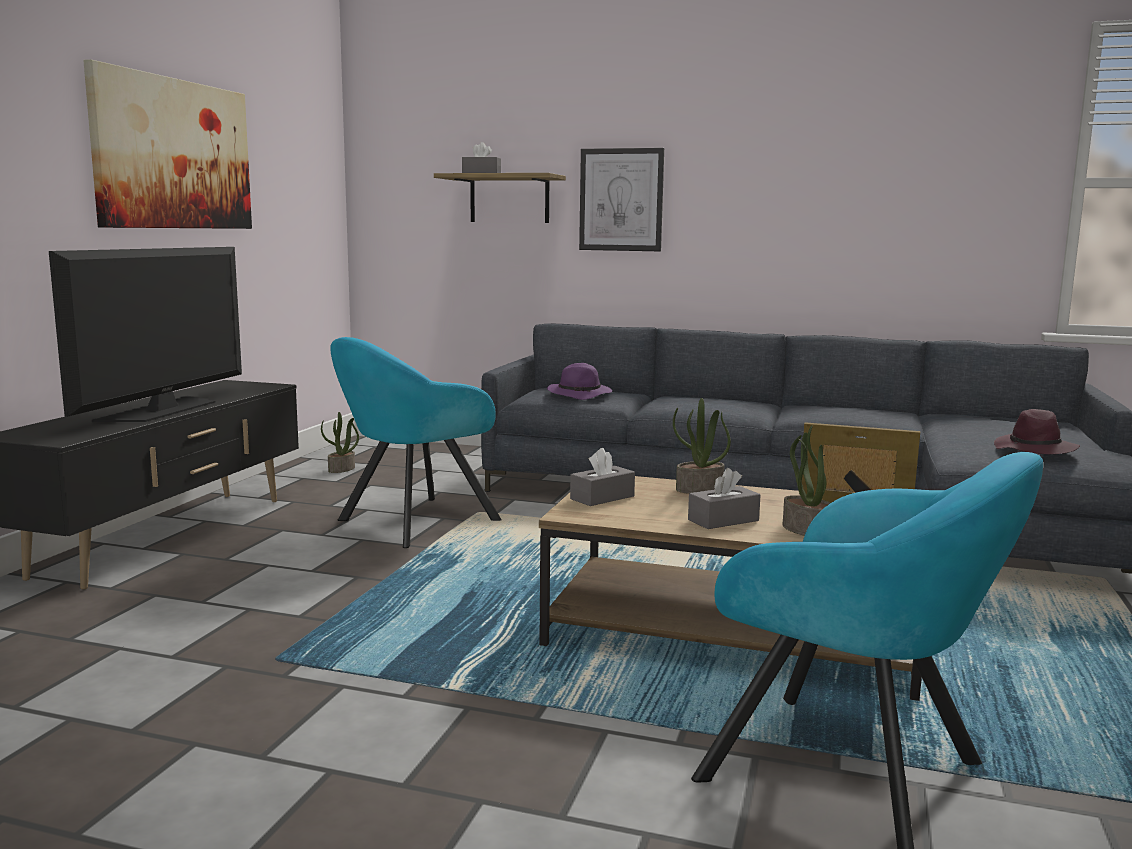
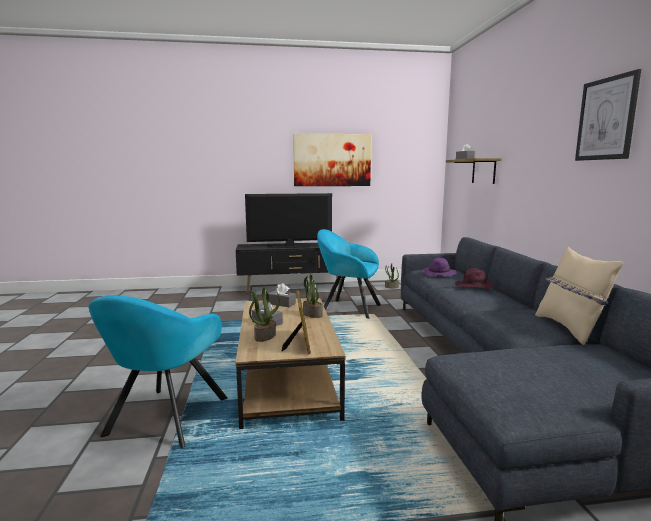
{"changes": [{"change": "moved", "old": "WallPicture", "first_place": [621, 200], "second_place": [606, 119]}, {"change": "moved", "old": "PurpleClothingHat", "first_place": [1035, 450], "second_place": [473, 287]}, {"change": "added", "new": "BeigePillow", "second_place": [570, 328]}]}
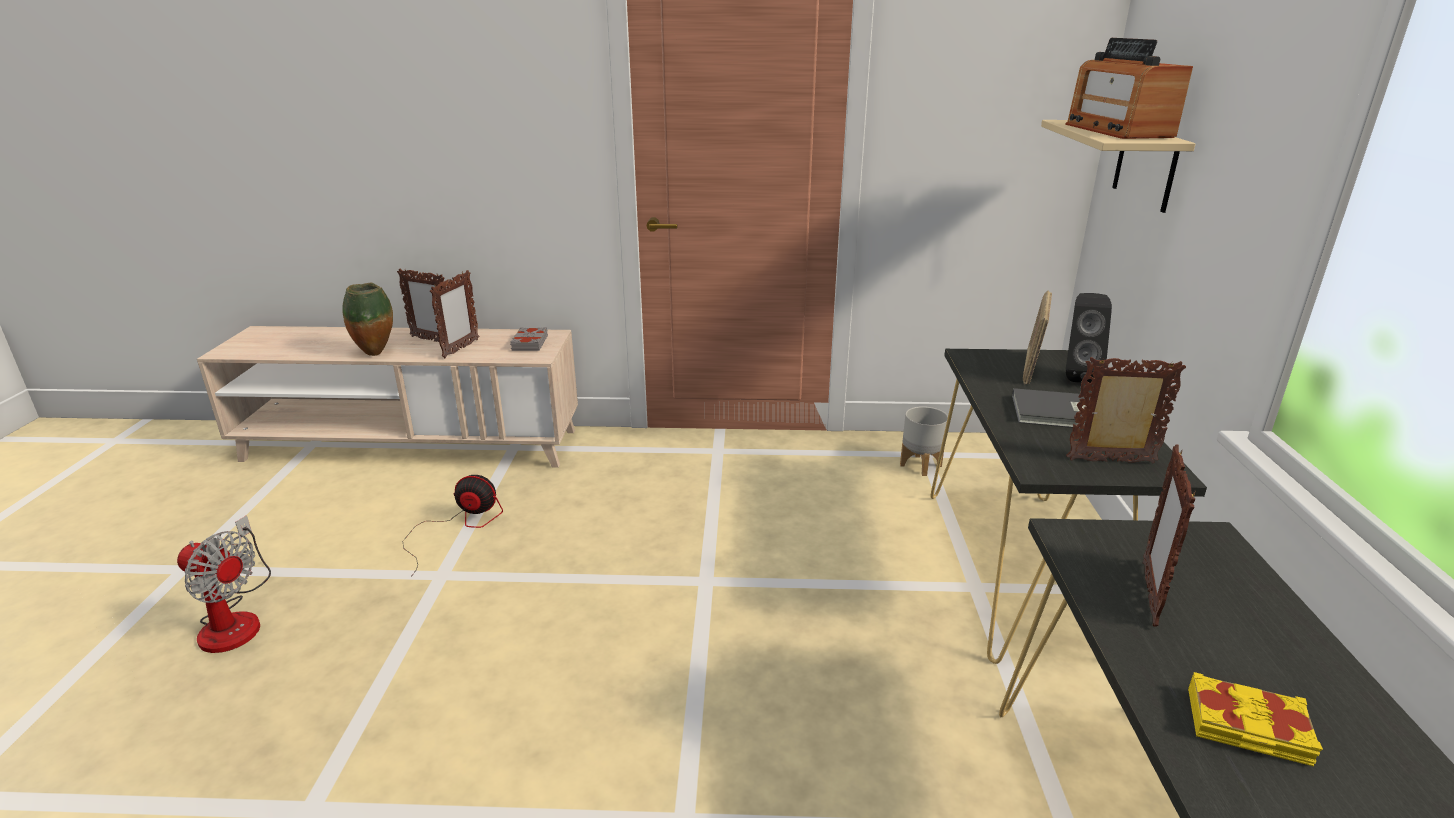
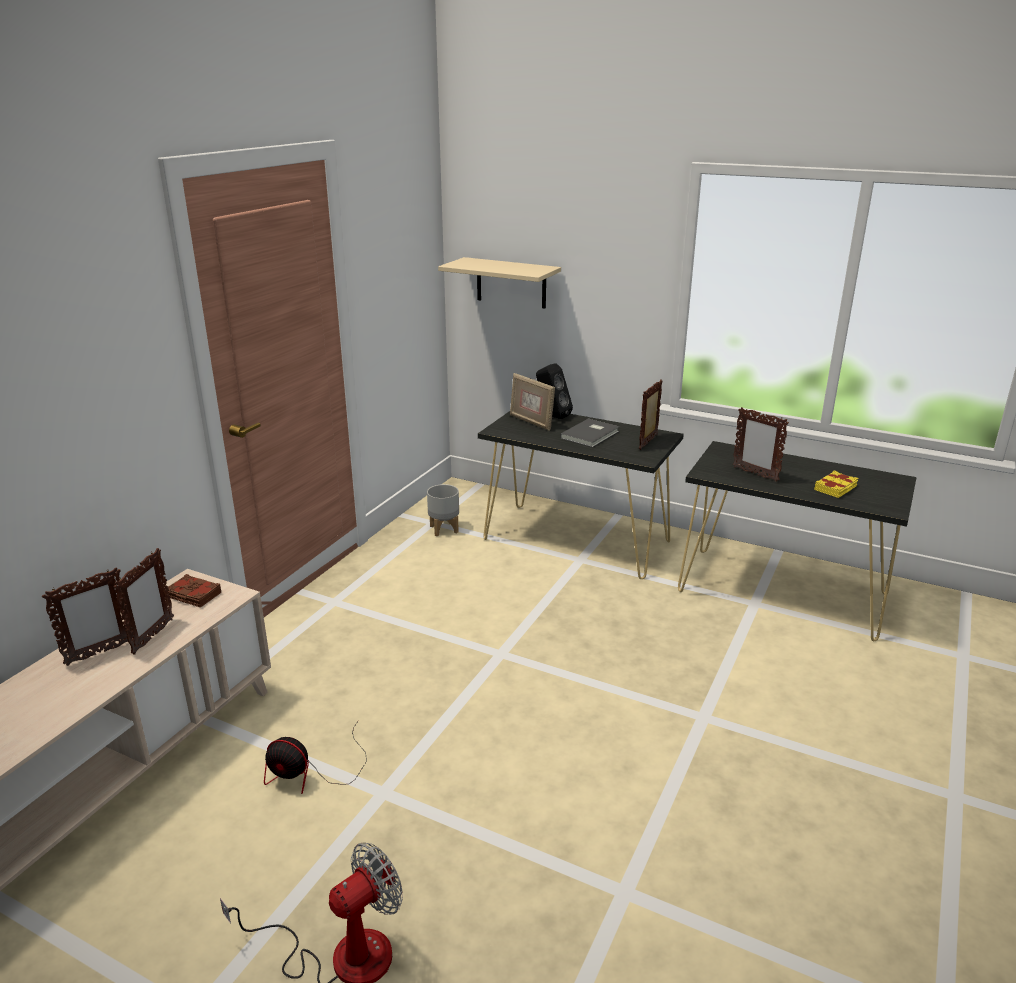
{"changes": [{"change": "removed", "old": "DecorativeVase", "first_place": [377, 354]}, {"change": "turned", "old": "CoolingFan", "first_place": [458, 527], "second_place": [312, 772], "degrees": -105}, {"change": "turned", "old": "PictureFrame", "first_place": [460, 349], "second_place": [152, 637], "degrees": 60}, {"change": "recoloured", "old": "GrayBook", "new": "BrownBook", "first_place": [529, 343], "second_place": [193, 595]}, {"change": "removed", "old": "RadioReceiver", "first_place": [1117, 130]}]}
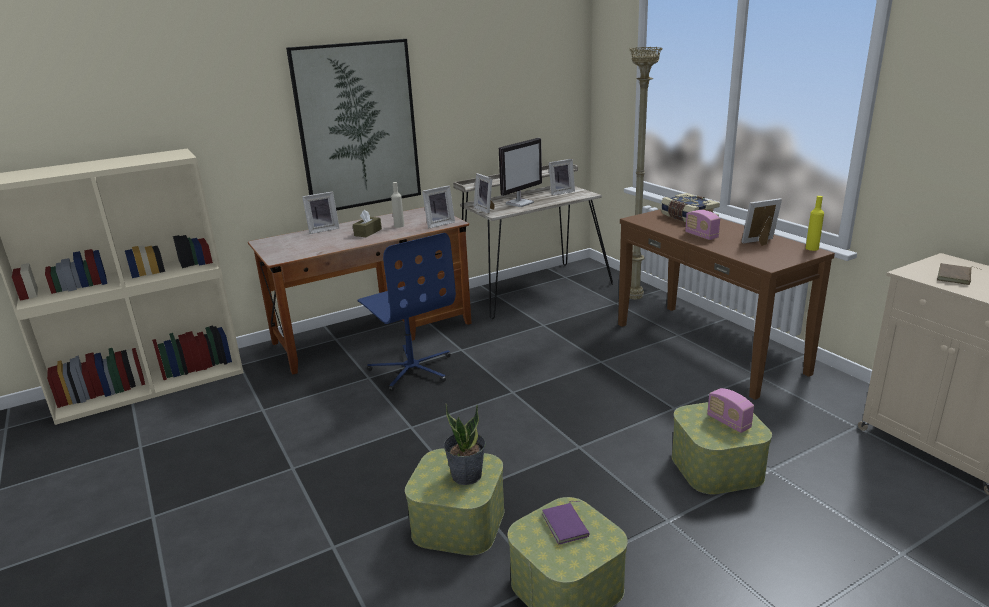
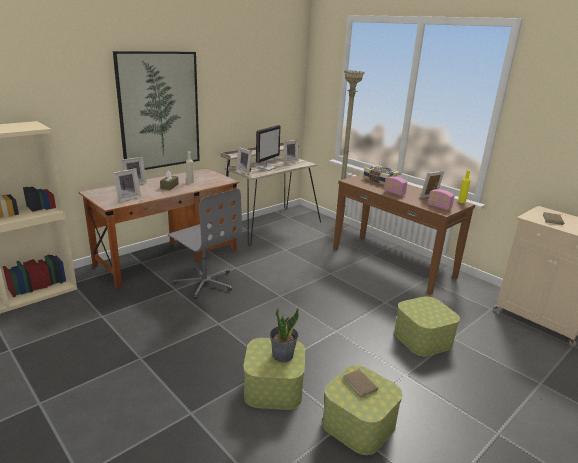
{"changes": [{"change": "recoloured", "old": "BlueOfficeChair", "new": "GrayOfficeChair", "first_place": [412, 369], "second_place": [205, 282]}, {"change": "moved", "old": "PictureFrame", "first_place": [438, 224], "second_place": [127, 198]}, {"change": "recoloured", "old": "PurpleBook", "new": "BrownBook", "first_place": [567, 525], "second_place": [361, 384]}, {"change": "moved", "old": "RadioReceiver", "first_place": [728, 422], "second_place": [439, 207]}]}
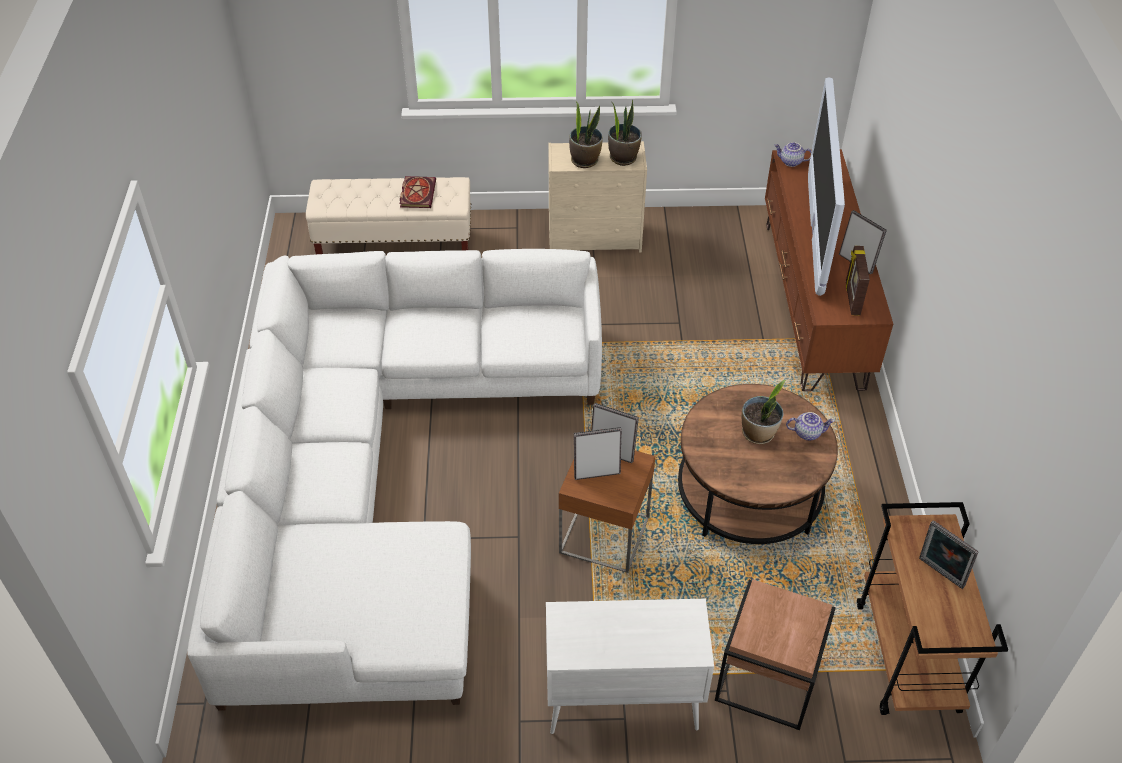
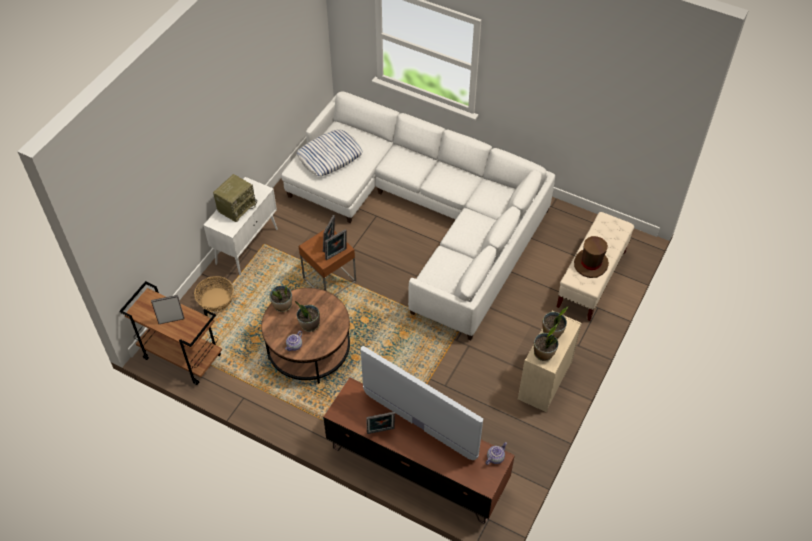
{"changes": [{"change": "replaced", "old": "Book", "new": "BrownClothingHat", "first_place": [417, 193], "second_place": [591, 264]}, {"change": "replaced", "old": "BrownAccentTable", "new": "Basket", "first_place": [767, 677], "second_place": [216, 300]}, {"change": "removed", "old": "PictureFrame", "first_place": [851, 299]}, {"change": "added", "new": "RadioReceiver", "second_place": [237, 207]}, {"change": "added", "new": "PlantInAPot", "second_place": [282, 306]}, {"change": "added", "new": "Pillow", "second_place": [330, 156]}]}
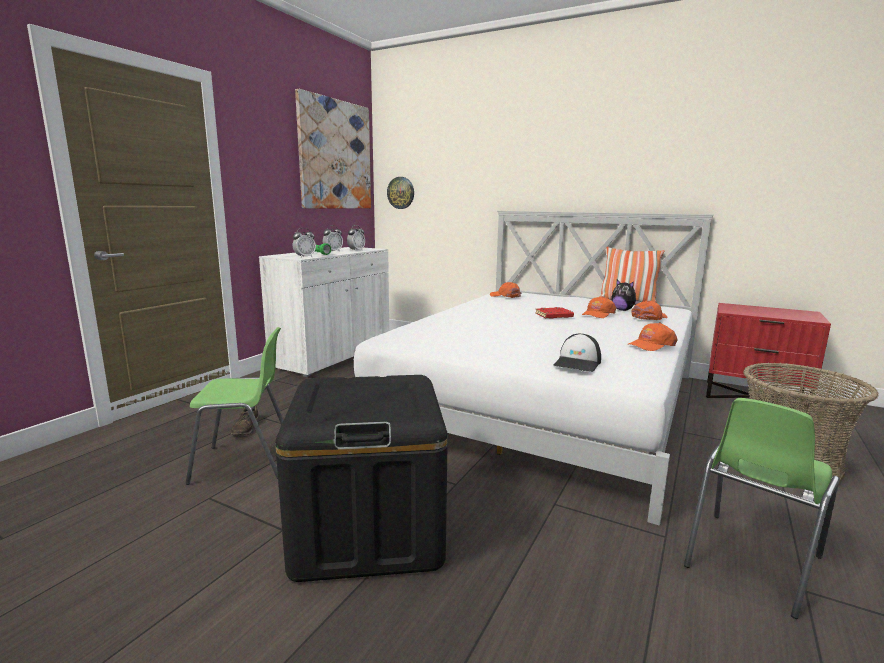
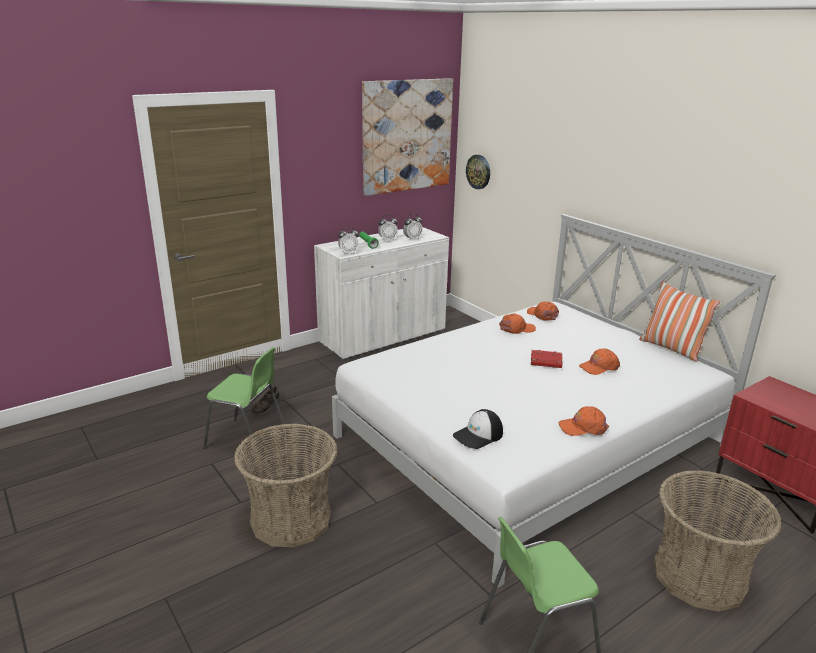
{"changes": [{"change": "replaced", "old": "BlackStorageBin", "new": "Basket", "first_place": [368, 528], "second_place": [291, 519]}, {"change": "removed", "old": "SoftToy", "first_place": [623, 310]}, {"change": "moved", "old": "OrangeyPeakedCap", "first_place": [649, 317], "second_place": [517, 329]}]}
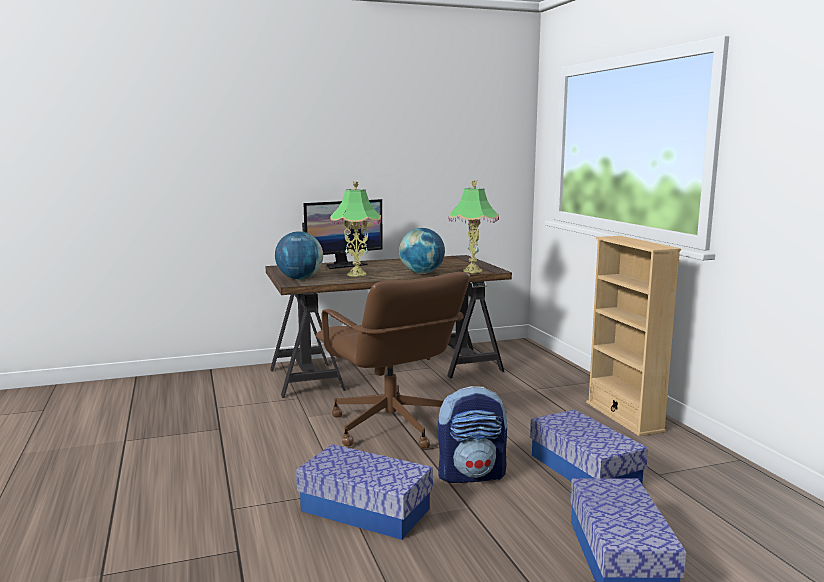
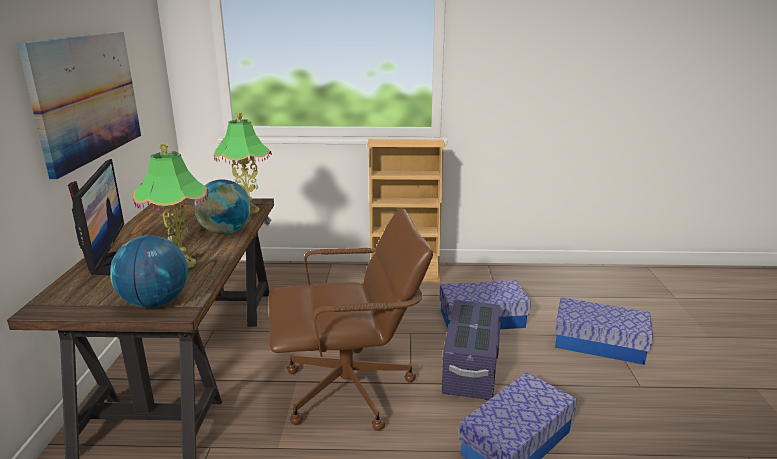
{"changes": [{"change": "replaced", "old": "Backpack", "new": "PurpleStorageBin", "first_place": [472, 475], "second_place": [471, 369]}, {"change": "added", "new": "WallPicture", "second_place": [86, 97]}]}
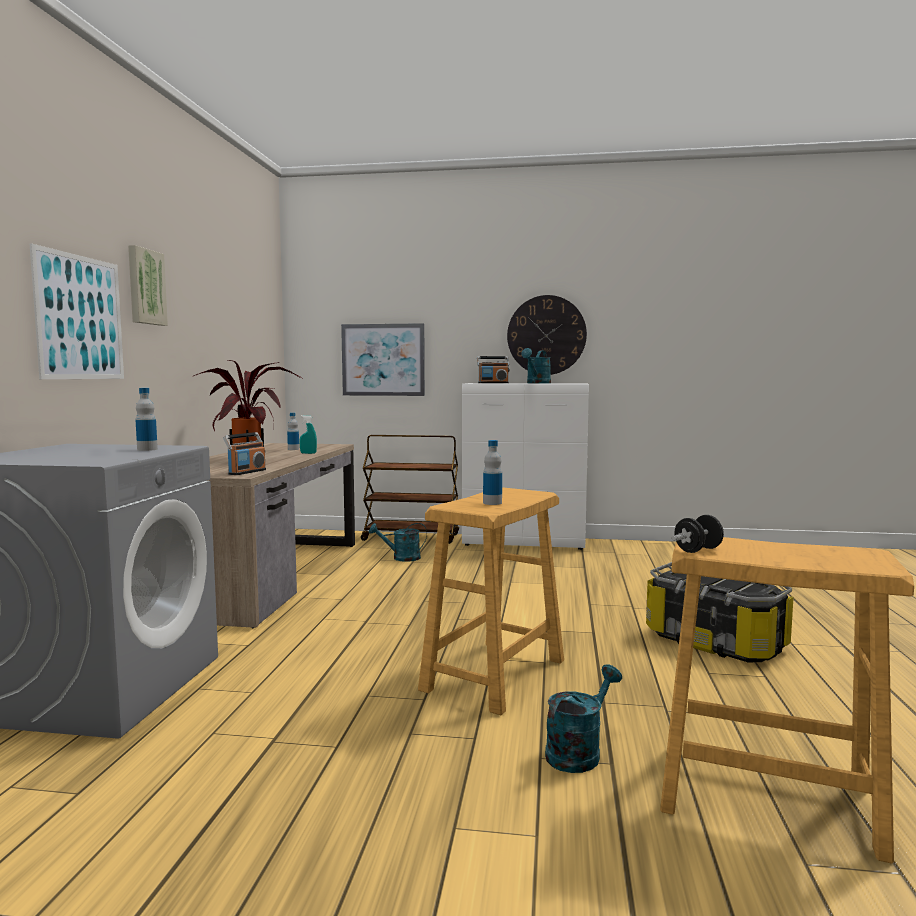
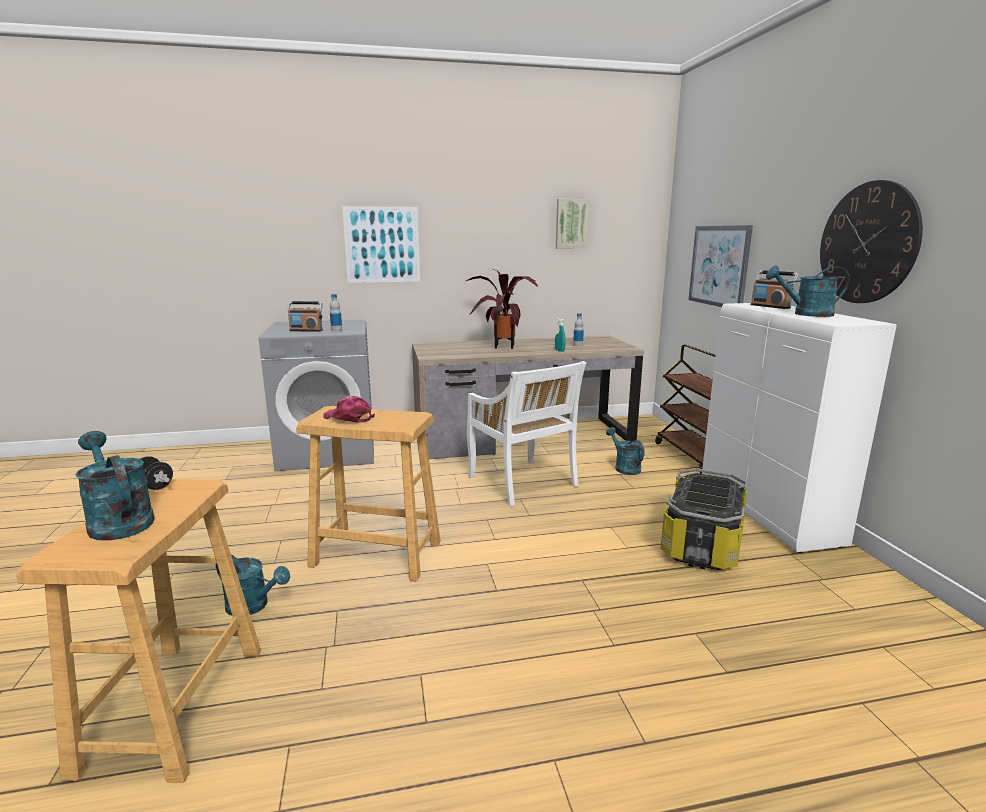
{"changes": [{"change": "moved", "old": "WallPicture", "first_place": [145, 287], "second_place": [571, 224]}, {"change": "moved", "old": "RadioReceiver", "first_place": [247, 472], "second_place": [306, 330]}, {"change": "replaced", "old": "DrinkBottle", "new": "PinkishPeakedCap", "first_place": [492, 503], "second_place": [348, 418]}, {"change": "moved", "old": "StorageBin", "first_place": [715, 641], "second_place": [702, 543]}, {"change": "added", "new": "TurquoiseColouredWateringCan", "second_place": [118, 521]}, {"change": "added", "new": "WhiteChair", "second_place": [523, 482]}]}
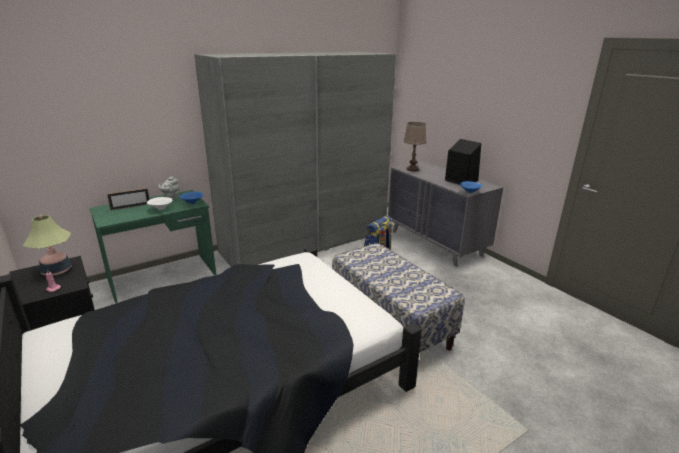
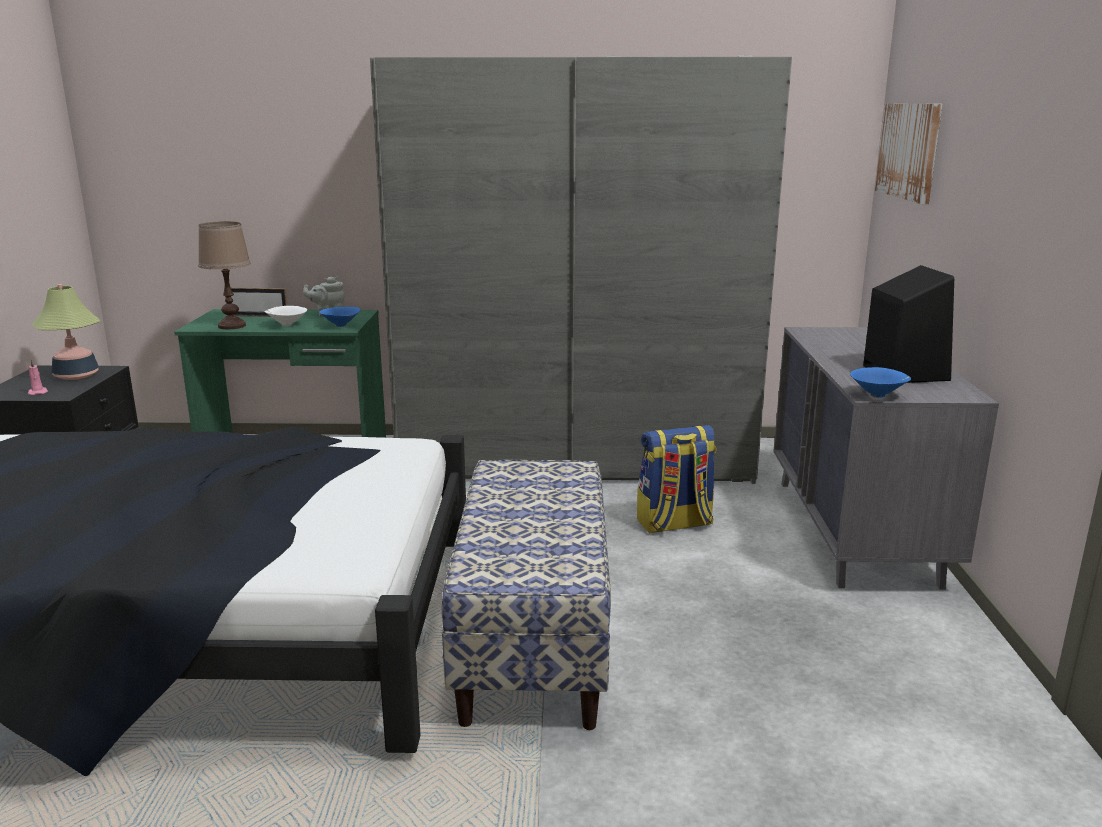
{"changes": [{"change": "moved", "old": "BrownTableLamp", "first_place": [412, 169], "second_place": [231, 326]}, {"change": "added", "new": "WallPicture", "second_place": [909, 151]}]}
